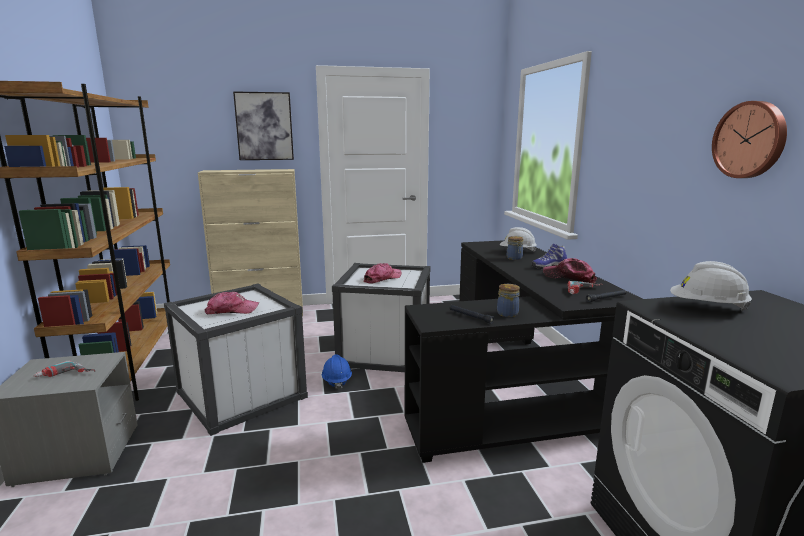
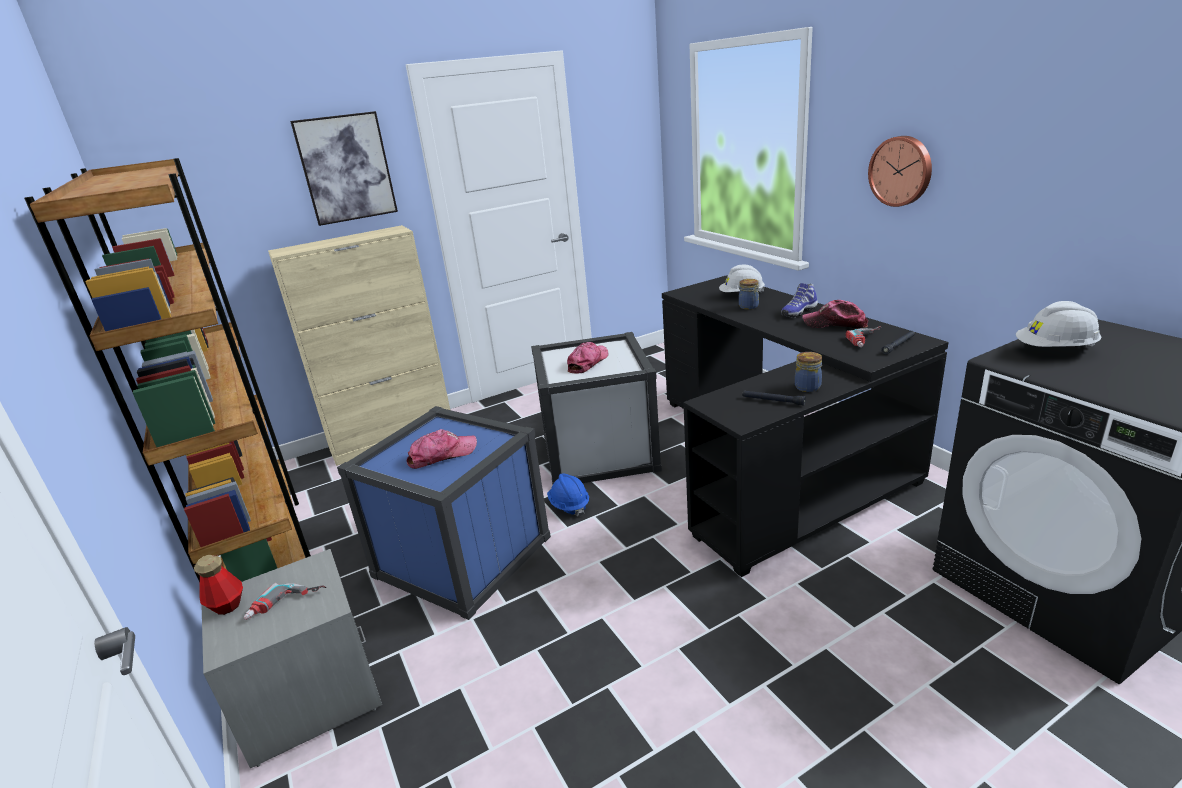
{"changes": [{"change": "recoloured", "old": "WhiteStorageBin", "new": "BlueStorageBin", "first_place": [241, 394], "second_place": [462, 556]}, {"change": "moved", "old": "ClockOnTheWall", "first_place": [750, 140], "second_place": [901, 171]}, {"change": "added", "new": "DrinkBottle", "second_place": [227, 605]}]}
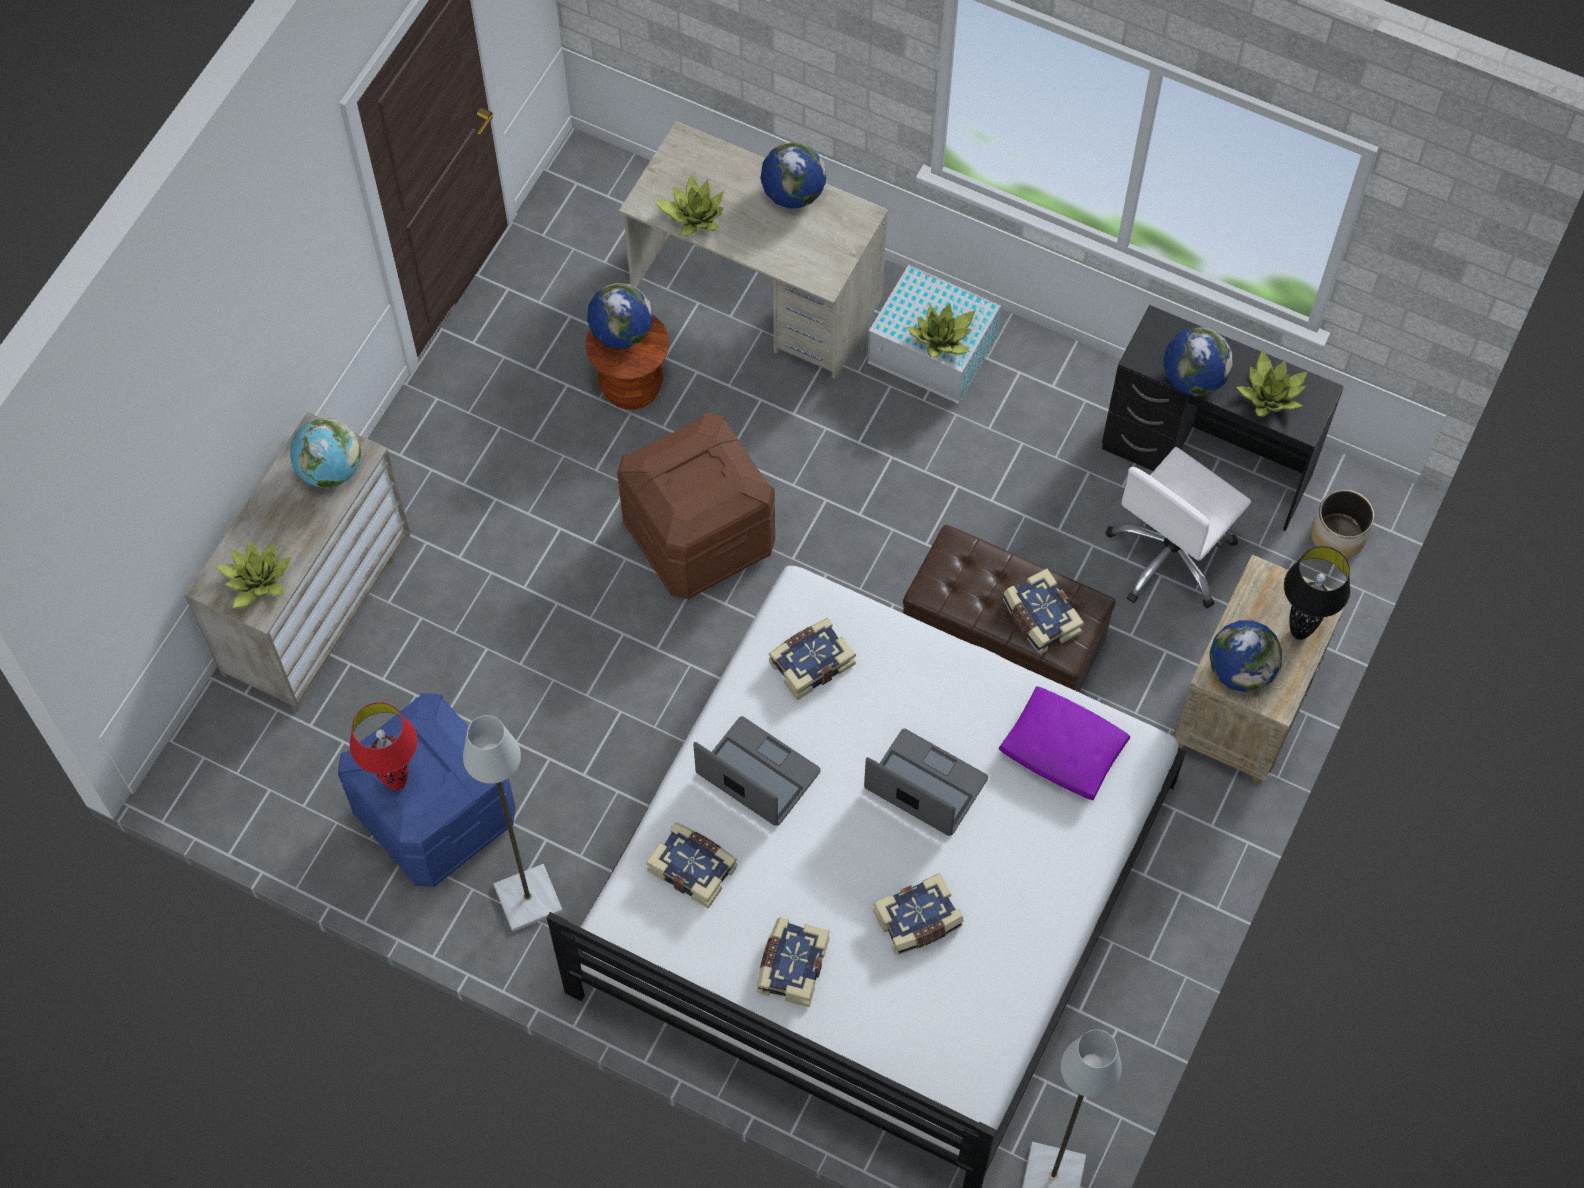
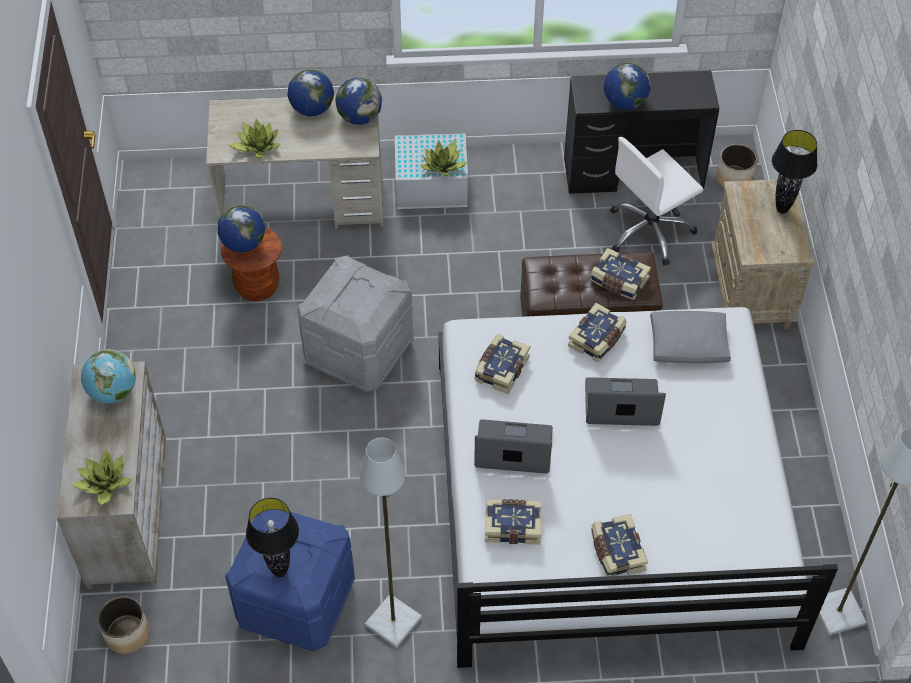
{"changes": [{"change": "recoloured", "old": "RedColouredTableLamp", "new": "BlackTableLamp", "first_place": [397, 782], "second_place": [280, 571]}, {"change": "recoloured", "old": "BrownStorageBin", "new": "GrayStorageBin", "first_place": [699, 535], "second_place": [358, 351]}, {"change": "moved", "old": "Book", "first_place": [918, 921], "second_place": [597, 339]}, {"change": "recoloured", "old": "PurplePillow", "new": "GrayPillow", "first_place": [1061, 749], "second_place": [687, 344]}, {"change": "turned", "old": "WhiteOfficeChair", "first_place": [1171, 556], "second_place": [650, 232], "degrees": 45}, {"change": "moved", "old": "Globe", "first_place": [1240, 670], "second_place": [359, 117]}, {"change": "removed", "old": "PlantInAPot", "first_place": [1271, 394]}, {"change": "added", "new": "FlowerPot", "second_place": [127, 633]}]}
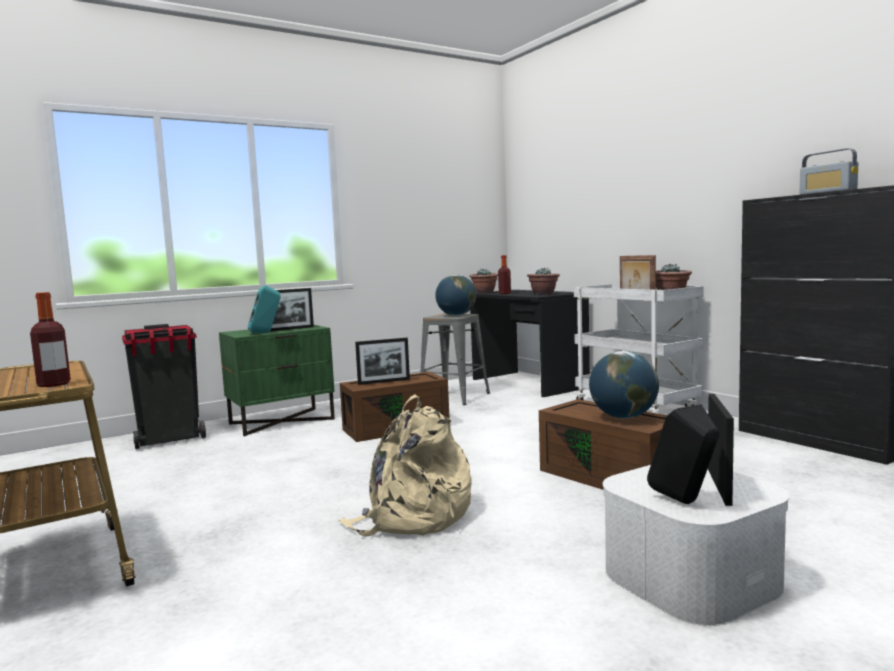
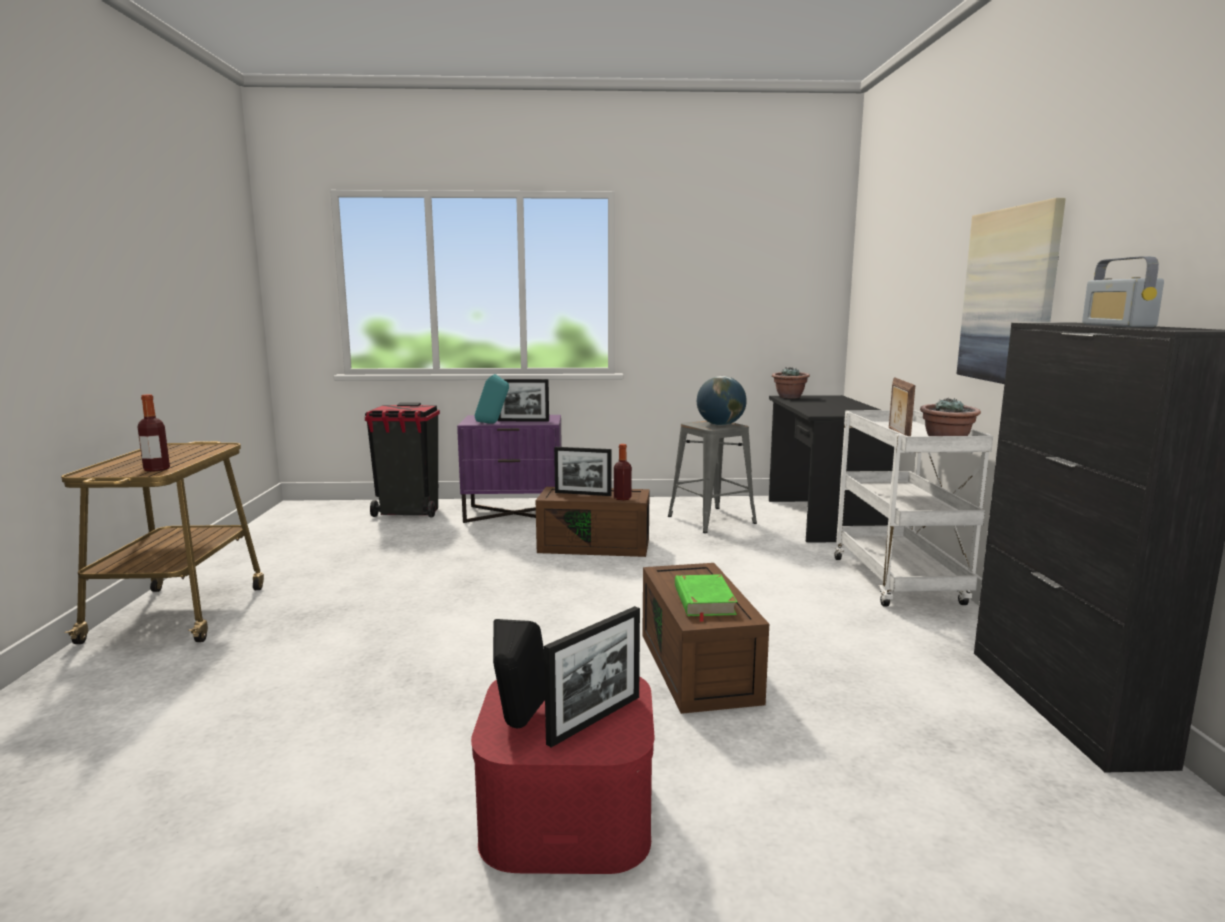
{"changes": [{"change": "recoloured", "old": "GreenColouredBedsideTable", "new": "PurpleBedsideTable", "first_place": [282, 421], "second_place": [514, 513]}, {"change": "removed", "old": "BeigeBackpack", "first_place": [412, 517]}, {"change": "moved", "old": "DrinkBottle", "first_place": [504, 293], "second_place": [622, 498]}, {"change": "removed", "old": "PlantInAPot", "first_place": [543, 294]}, {"change": "replaced", "old": "Globe", "new": "GreenColouredBook", "first_place": [623, 417], "second_place": [703, 601]}, {"change": "recoloured", "old": "WhiteStorageBin", "new": "RedColouredStorageBin", "first_place": [691, 577], "second_place": [568, 811]}, {"change": "added", "new": "WallPicture", "second_place": [1009, 296]}]}
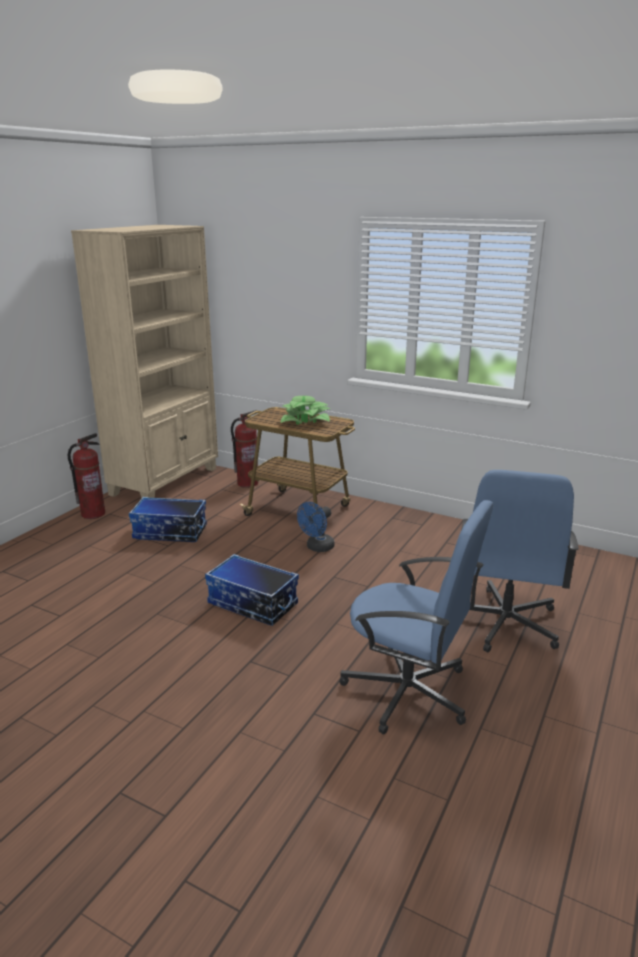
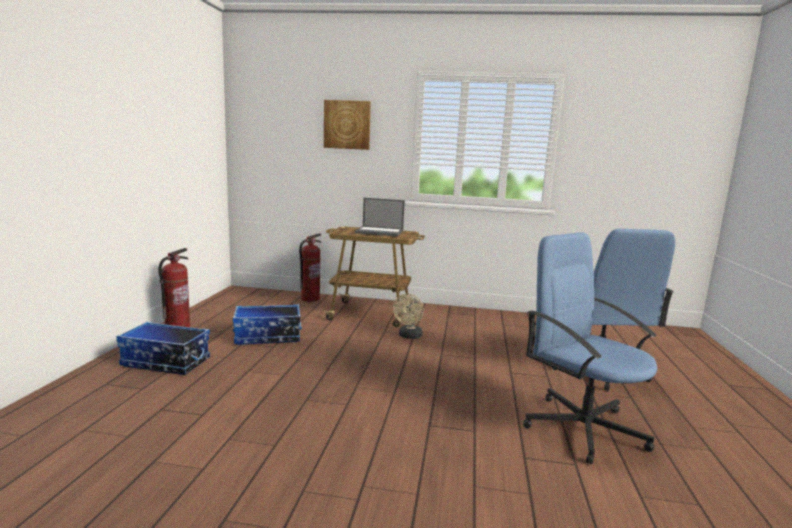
{"changes": [{"change": "removed", "old": "BeigeBookshelf", "first_place": [166, 481]}, {"change": "moved", "old": "StorageBin", "first_place": [252, 604], "second_place": [165, 362]}, {"change": "replaced", "old": "PlantInAPot", "new": "Laptop", "first_place": [305, 420], "second_place": [380, 232]}, {"change": "recoloured", "old": "BlueCoolingFan", "new": "BeigeCoolingFan", "first_place": [317, 548], "second_place": [409, 336]}, {"change": "turned", "old": "BlueOfficeChair", "first_place": [409, 692], "second_place": [582, 427], "degrees": -135}, {"change": "added", "new": "WallPicture", "second_place": [347, 125]}]}
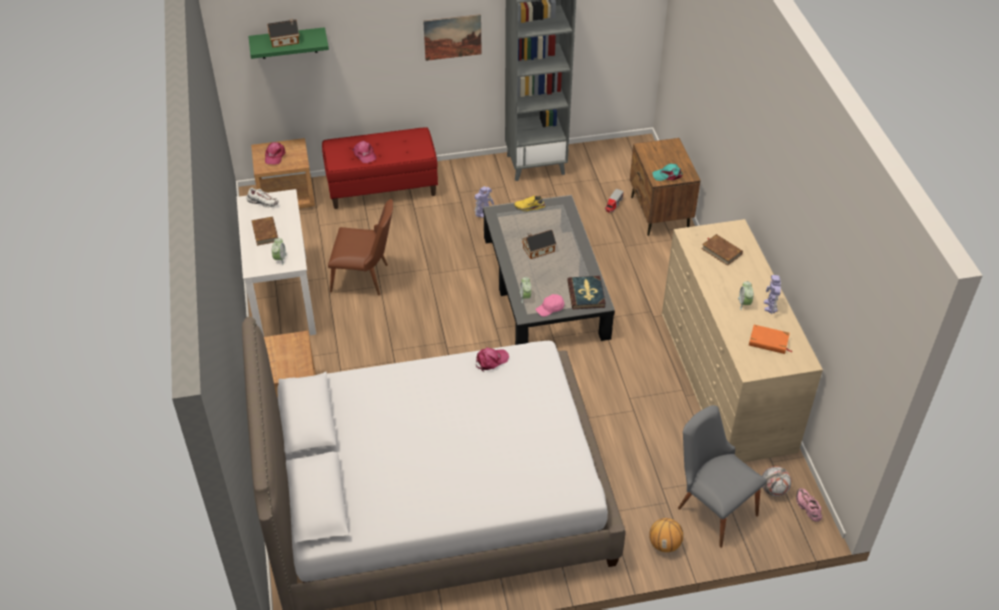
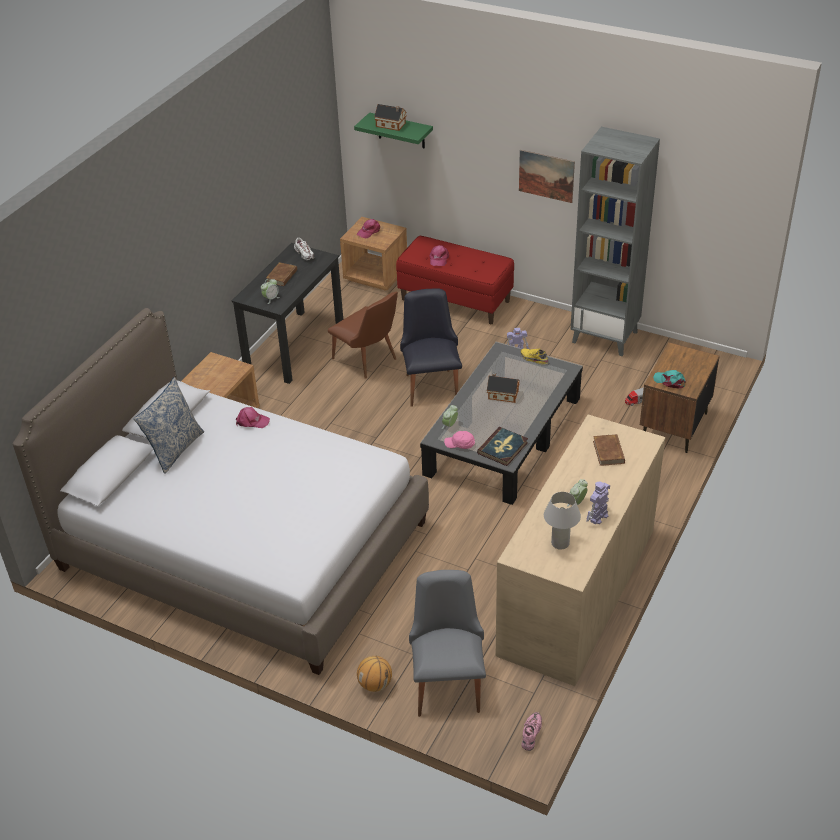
{"changes": [{"change": "recoloured", "old": "WhiteDeskUnit", "new": "BlackDeskUnit", "first_place": [282, 297], "second_place": [294, 346]}, {"change": "moved", "old": "PinkishPeakedCap", "first_place": [491, 360], "second_place": [252, 421]}, {"change": "replaced", "old": "OrangeyBook", "new": "WhiteTableLamp", "first_place": [768, 342], "second_place": [560, 543]}, {"change": "removed", "old": "BallForFootball", "first_place": [773, 489]}, {"change": "added", "new": "Pillow", "second_place": [174, 449]}, {"change": "added", "new": "BlackChair", "second_place": [431, 383]}]}
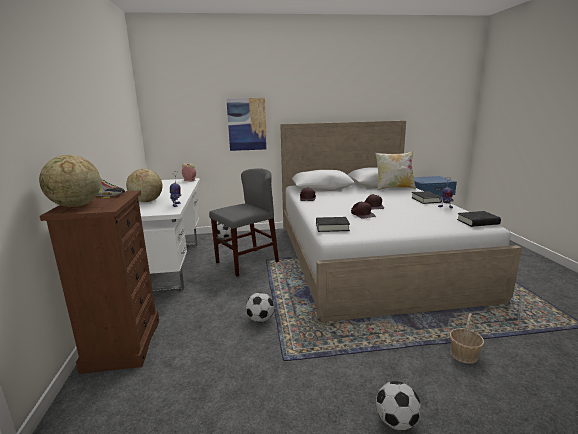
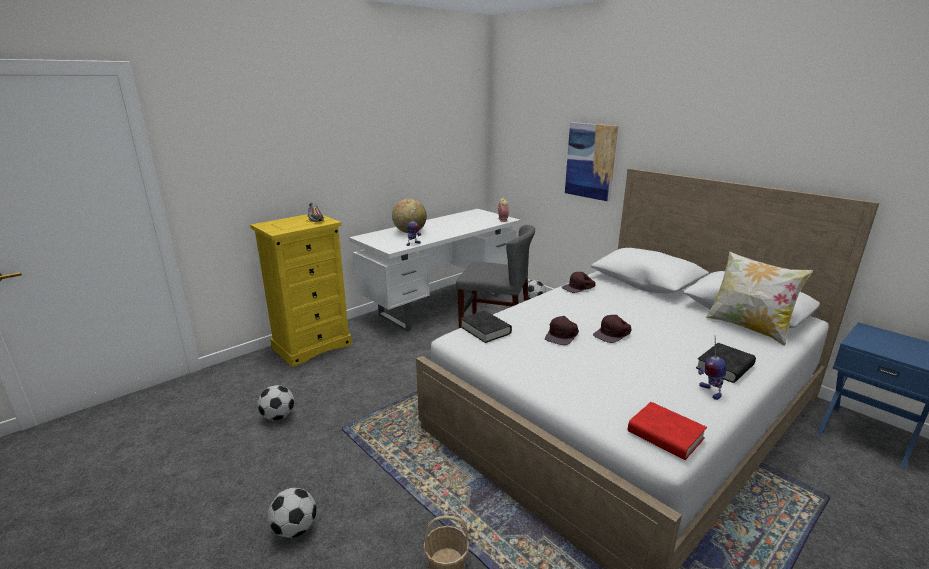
{"changes": [{"change": "removed", "old": "Globe", "first_place": [76, 206]}, {"change": "recoloured", "old": "BrownChestOfDrawers", "new": "YellowChestOfDrawers", "first_place": [123, 344], "second_place": [312, 346]}, {"change": "moved", "old": "BallForFootball", "first_place": [260, 319], "second_place": [278, 416]}, {"change": "recoloured", "old": "BlackBook", "new": "RedColouredBook", "first_place": [477, 222], "second_place": [665, 435]}]}
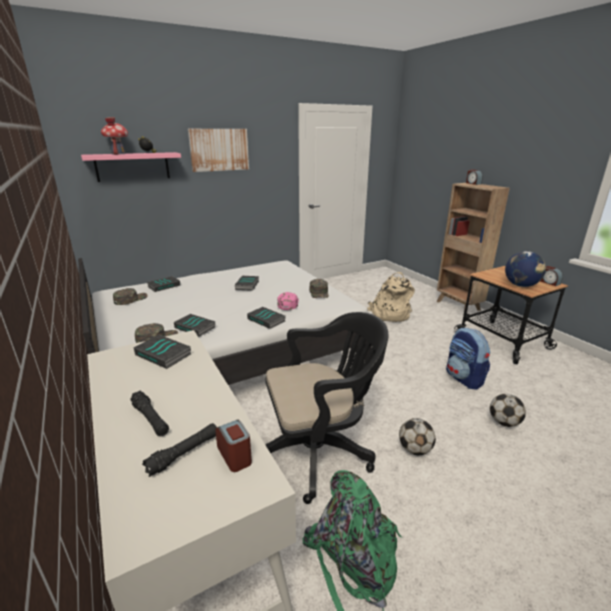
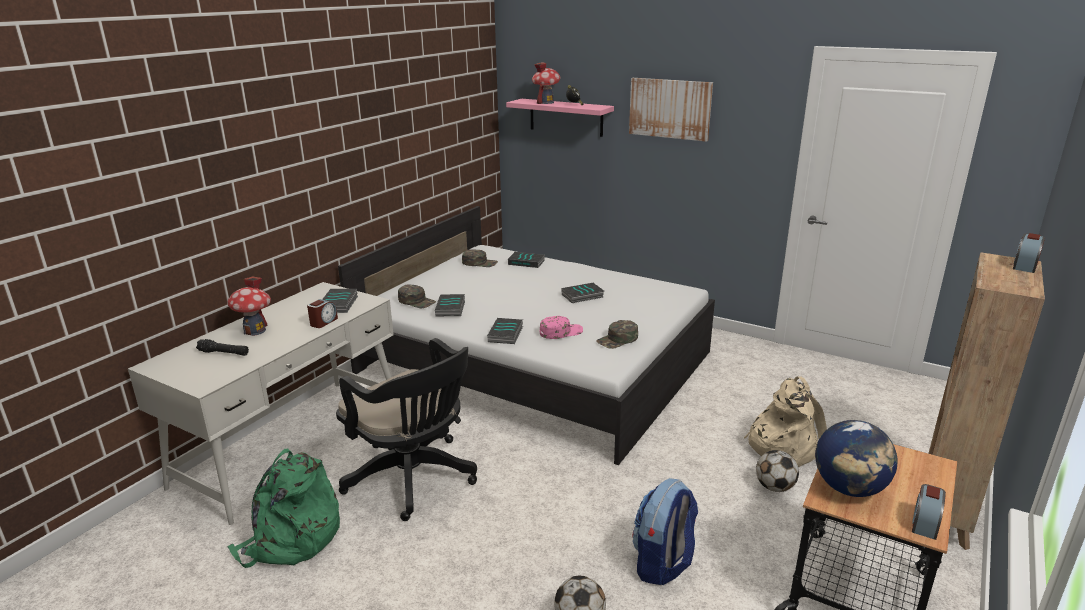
{"changes": [{"change": "replaced", "old": "BlackFlashlight", "new": "ToyHouse", "first_place": [150, 419], "second_place": [255, 331]}, {"change": "moved", "old": "BedsideClock", "first_place": [235, 455], "second_place": [323, 322]}, {"change": "moved", "old": "BallForFootball", "first_place": [415, 449], "second_place": [774, 487]}]}
